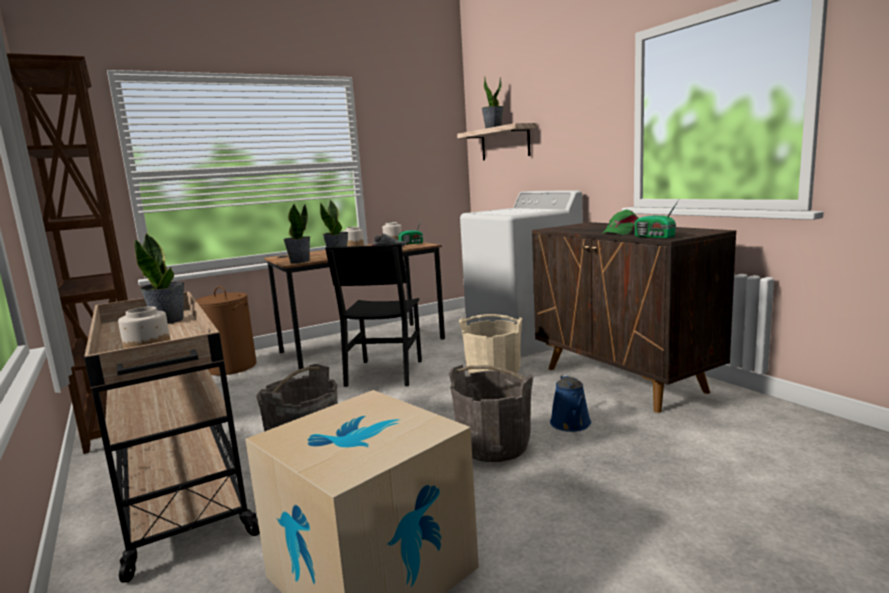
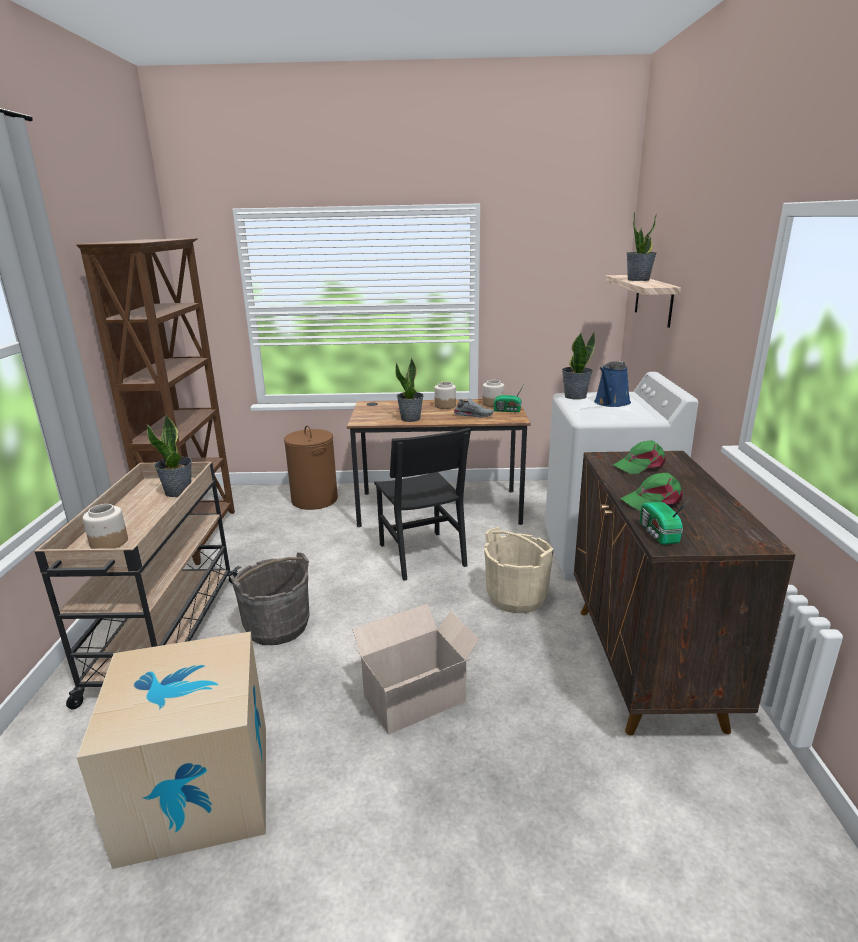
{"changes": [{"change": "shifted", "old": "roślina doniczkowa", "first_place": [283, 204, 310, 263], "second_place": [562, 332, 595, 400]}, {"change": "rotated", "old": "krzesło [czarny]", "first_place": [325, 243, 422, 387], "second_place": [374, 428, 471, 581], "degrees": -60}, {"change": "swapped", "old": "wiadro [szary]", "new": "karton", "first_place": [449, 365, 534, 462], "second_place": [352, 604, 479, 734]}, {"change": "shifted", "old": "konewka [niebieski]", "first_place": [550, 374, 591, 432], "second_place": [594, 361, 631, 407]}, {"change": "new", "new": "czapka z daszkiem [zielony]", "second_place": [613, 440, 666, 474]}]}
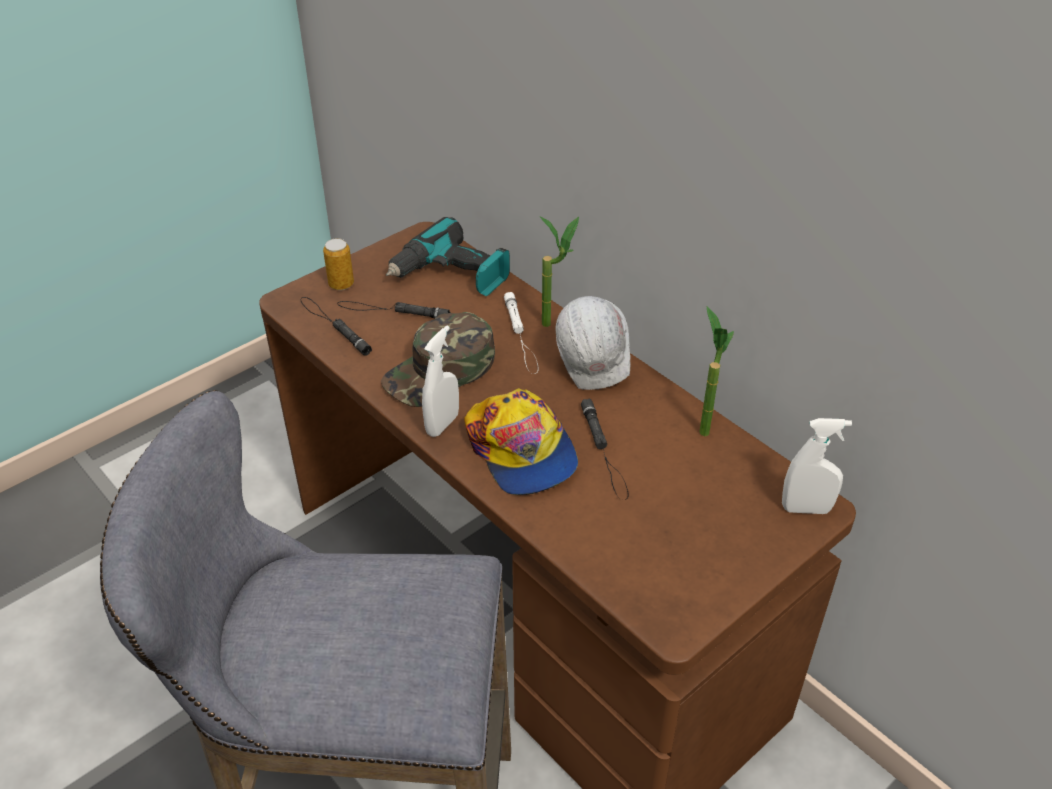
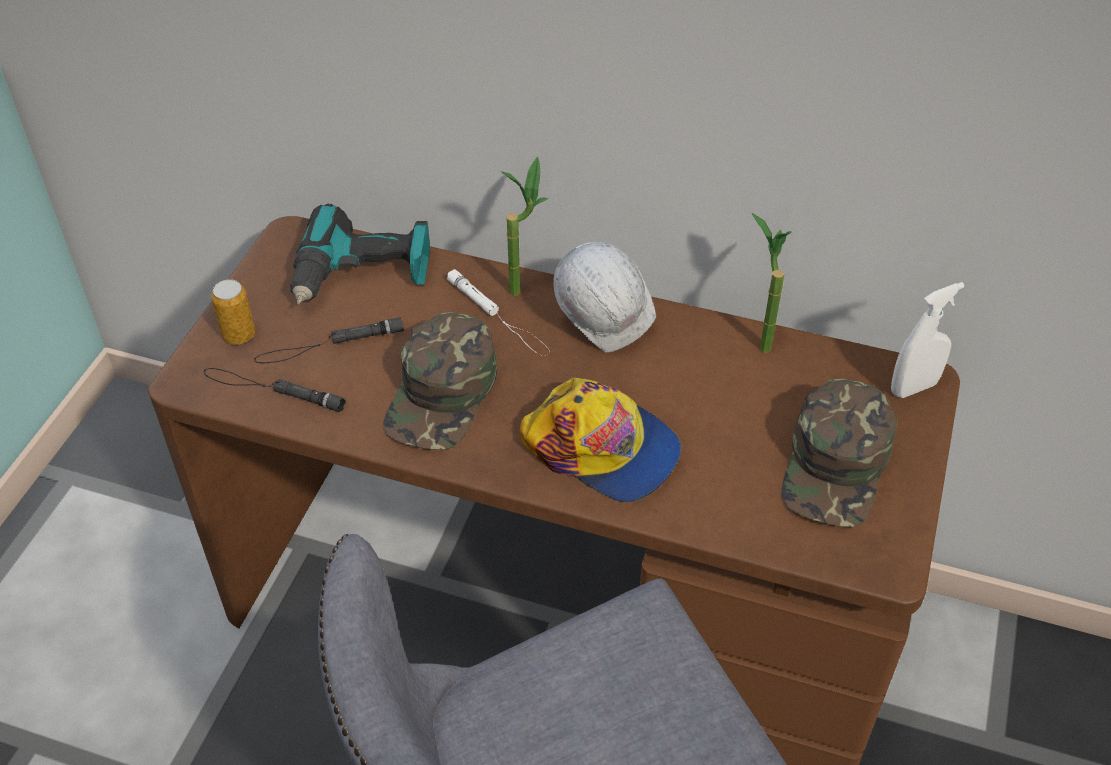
{"changes": [{"change": "gone", "old": "spryskiwacz [biały]", "first_place": [422, 326, 459, 437]}, {"change": "gone", "old": "latarka [czarny]", "first_place": [581, 399, 629, 500]}, {"change": "new", "new": "czapka z daszkiem [zielony]", "second_place": [781, 379, 897, 528]}]}
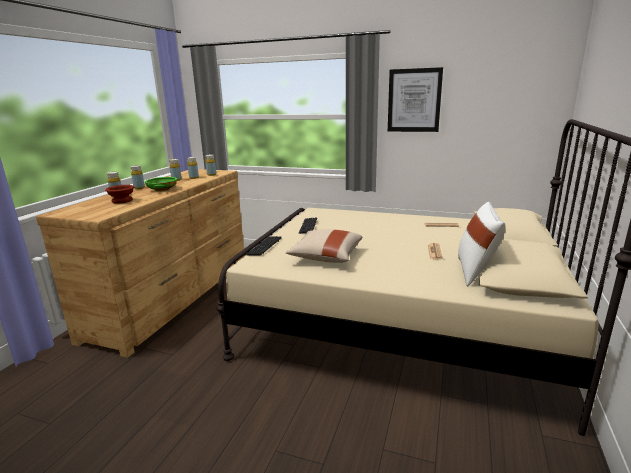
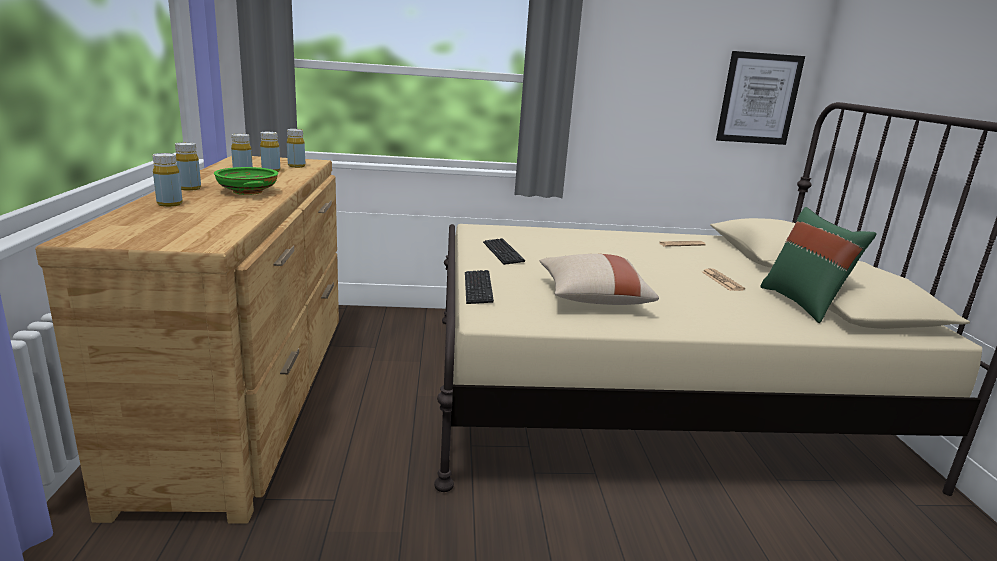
{"changes": [{"change": "gone", "old": "miska [brązowy]", "first_place": [105, 185, 134, 204]}, {"change": "shifted", "old": "obraz", "first_place": [388, 67, 443, 132], "second_place": [716, 51, 805, 145]}, {"change": "repainted", "old": "poduszka [biały]", "new": "poduszka [zielony]", "first_place": [458, 202, 505, 287], "second_place": [761, 207, 877, 323]}]}
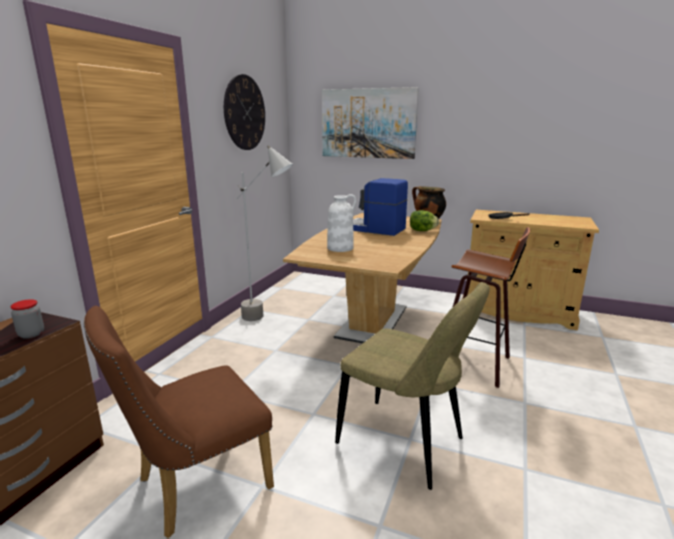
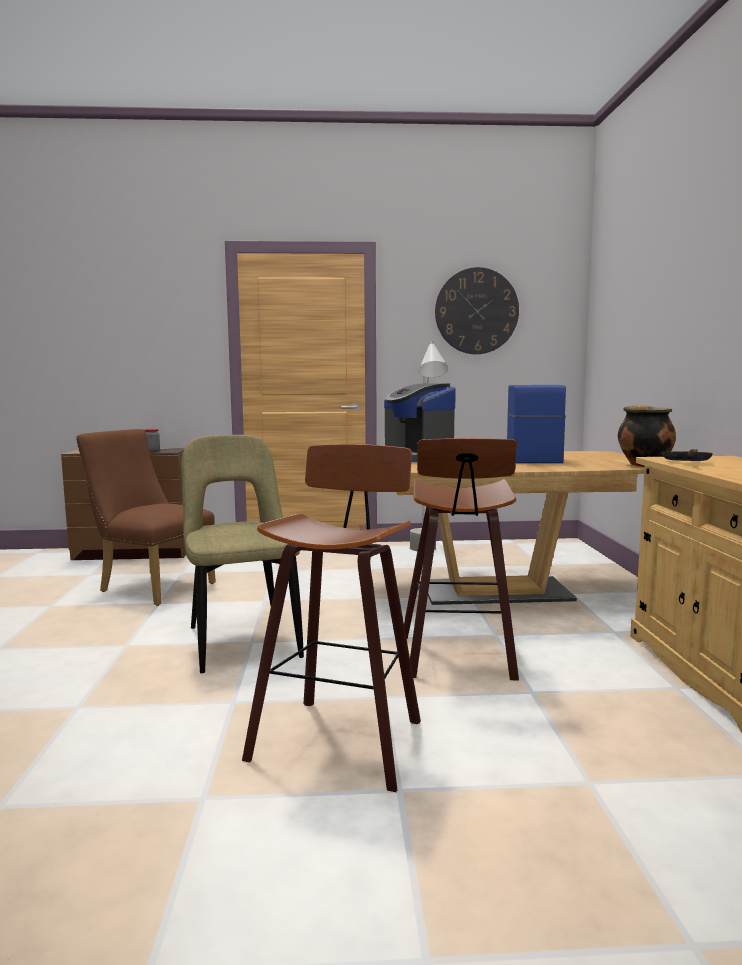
{"changes": [{"change": "gone", "old": "obraz", "first_place": [322, 87, 419, 159]}, {"change": "swapped", "old": "wazon [biały]", "new": "ekspres do kawy", "first_place": [327, 194, 356, 252], "second_place": [384, 383, 456, 462]}, {"change": "rotated", "old": "krzesło [beżowy]", "first_place": [335, 282, 490, 490], "second_place": [181, 435, 304, 673], "degrees": 150}, {"change": "gone", "old": "sałata", "first_place": [410, 210, 439, 231]}, {"change": "new", "new": "stołek", "second_place": [242, 444, 421, 792]}]}
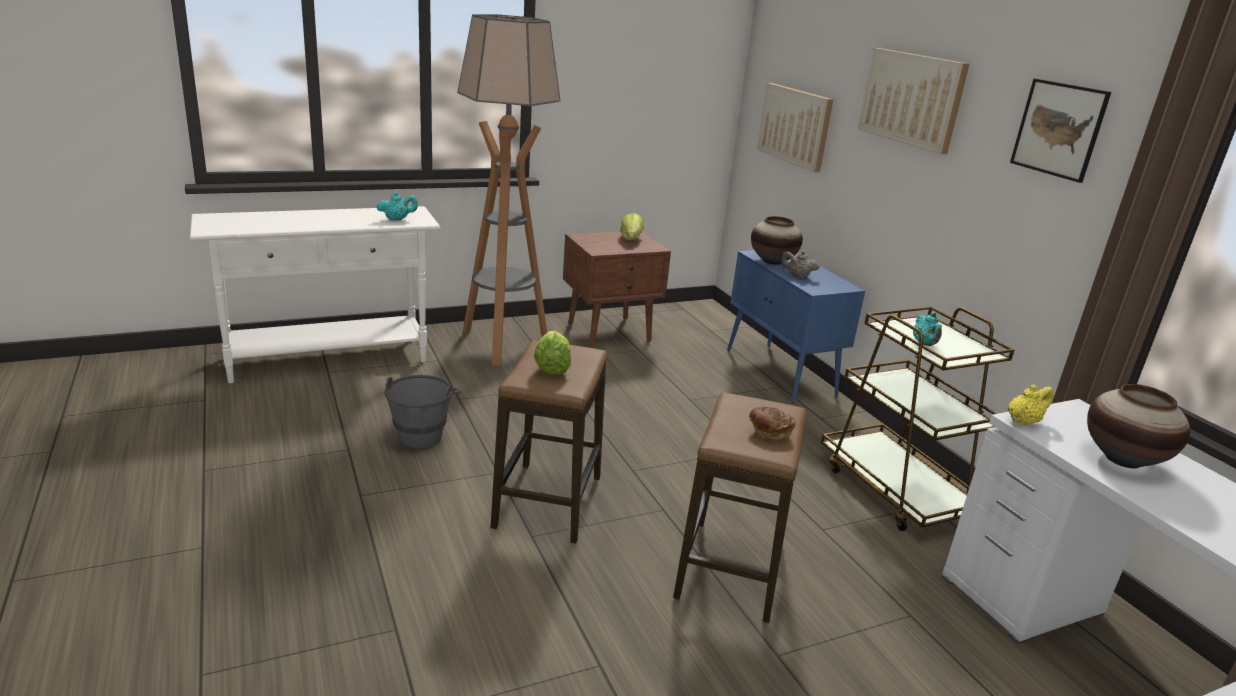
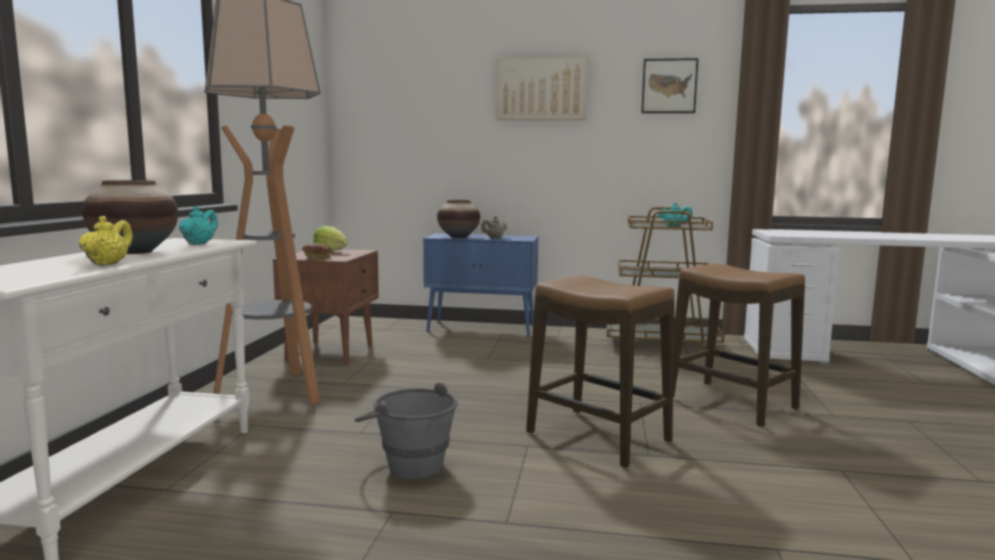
{"changes": [{"change": "gone", "old": "sałata", "first_place": [534, 331, 571, 375]}, {"change": "shifted", "old": "chleb", "first_place": [749, 407, 796, 441], "second_place": [302, 243, 331, 259]}, {"change": "gone", "old": "obraz", "first_place": [757, 83, 833, 172]}, {"change": "shifted", "old": "imbryk [żółty]", "first_place": [1008, 385, 1054, 425], "second_place": [79, 216, 133, 266]}, {"change": "shifted", "old": "wazon", "first_place": [1087, 384, 1190, 469], "second_place": [82, 180, 178, 254]}]}
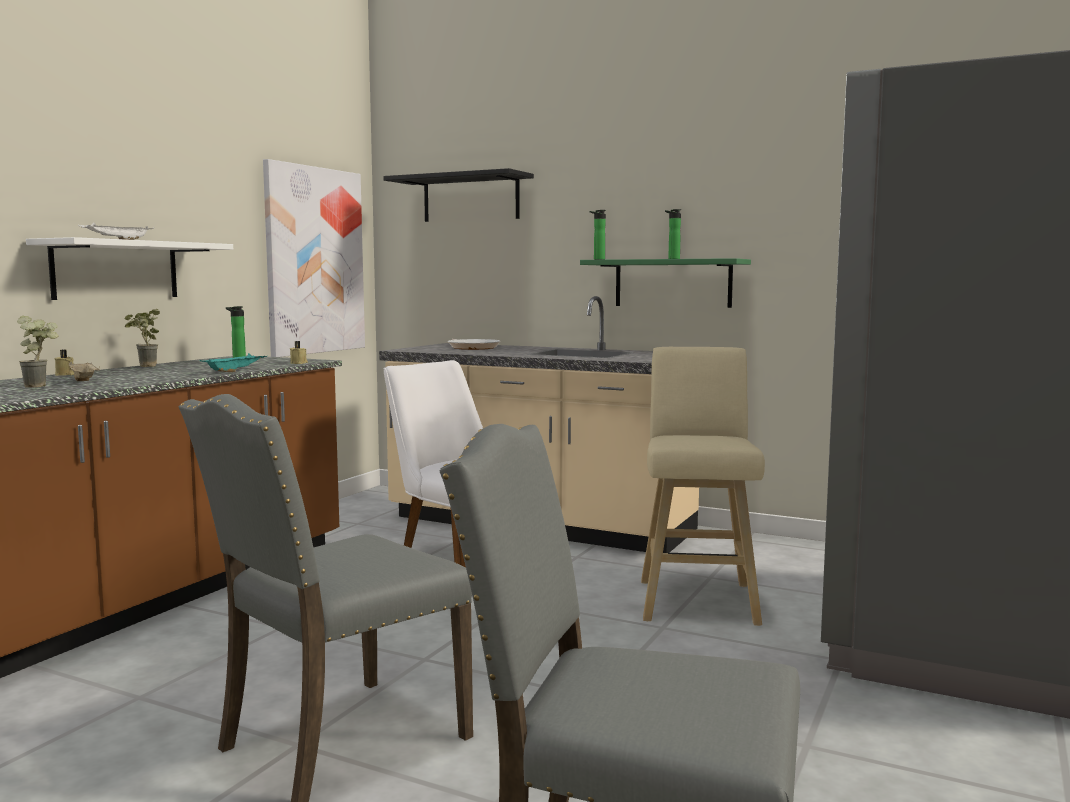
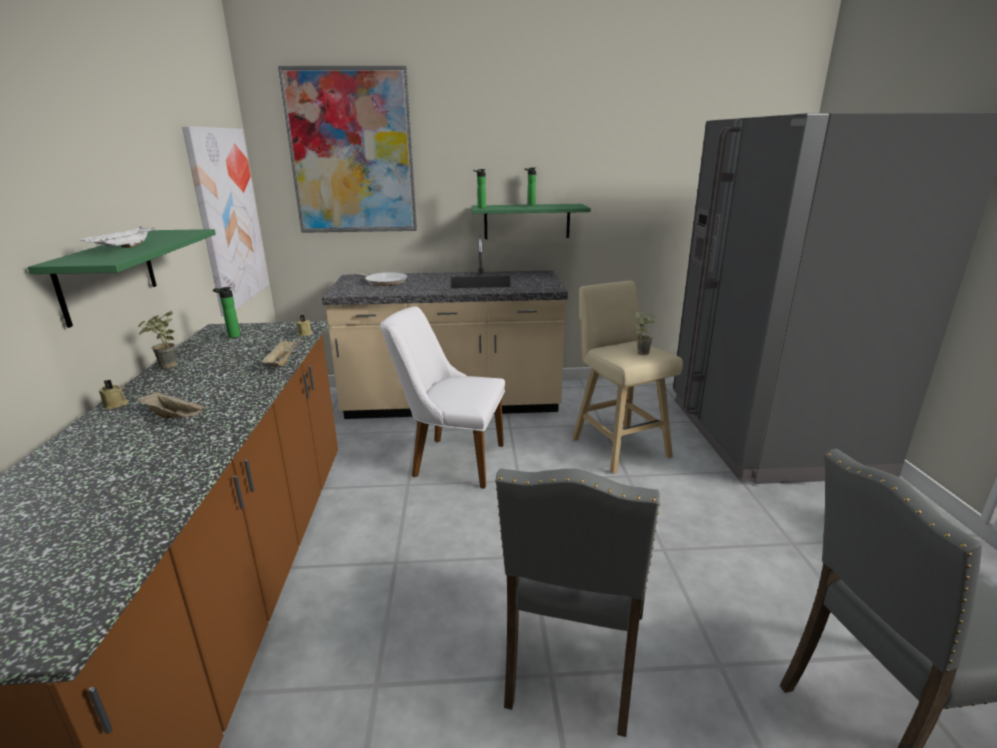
{"changes": [{"change": "shifted", "old": "roślina doniczkowa", "first_place": [17, 316, 59, 388], "second_place": [635, 311, 655, 355]}, {"change": "repainted", "old": "półka [biały]", "new": "półka [zielony]", "first_place": [26, 237, 233, 300], "second_place": [28, 229, 216, 328]}, {"change": "repainted", "old": "taca [turkusowy]", "new": "taca [beżowy]", "first_place": [200, 353, 267, 372], "second_place": [260, 340, 302, 367]}, {"change": "swapped", "old": "półka [czarny]", "new": "obraz", "first_place": [384, 168, 534, 222], "second_place": [278, 66, 417, 233]}]}
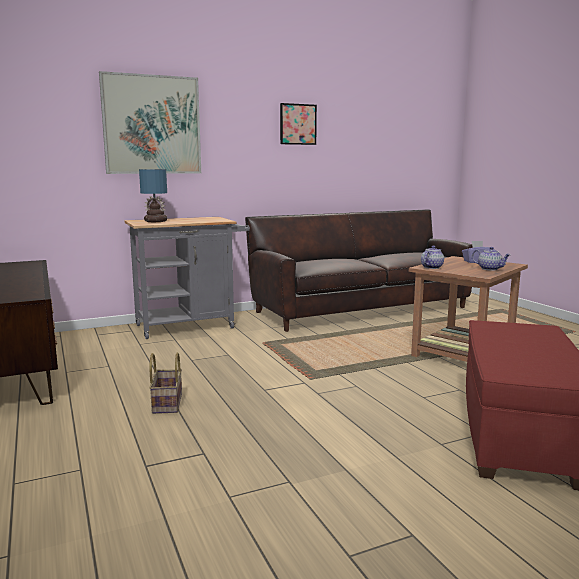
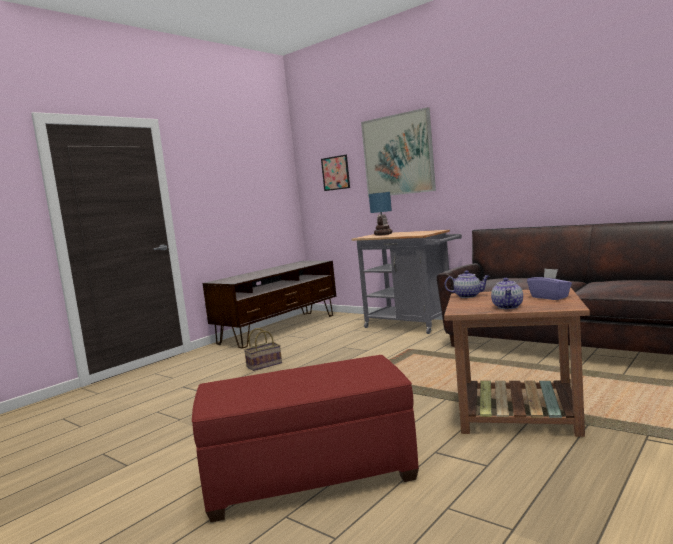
{"changes": [{"change": "shifted", "old": "obraz", "first_place": [280, 103, 317, 145], "second_place": [321, 155, 350, 191]}]}
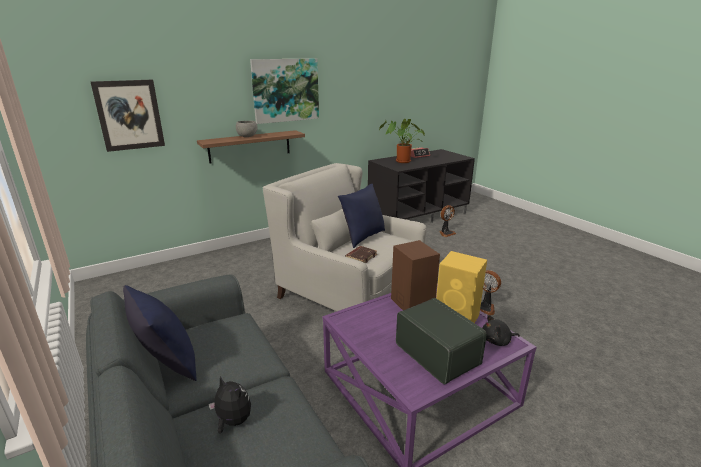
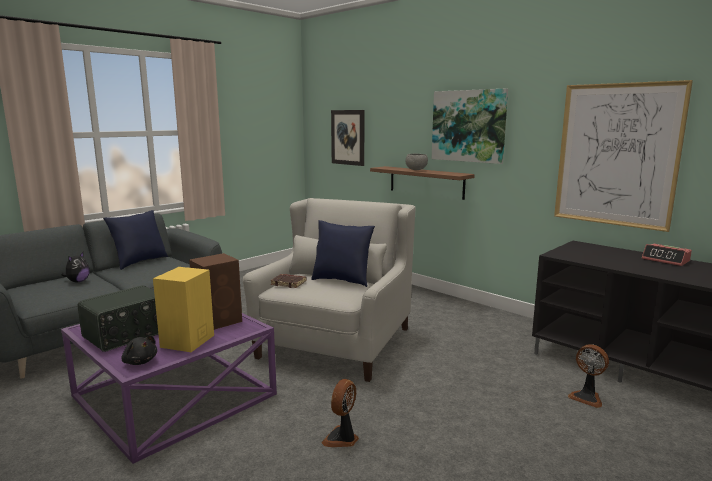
{"changes": [{"change": "gone", "old": "roślina doniczkowa", "first_place": [379, 119, 425, 163]}, {"change": "rotated", "old": "pluszak [czarny]", "first_place": [482, 315, 520, 346], "second_place": [121, 335, 157, 365], "degrees": 150}, {"change": "new", "new": "obraz", "second_place": [554, 80, 693, 232]}]}
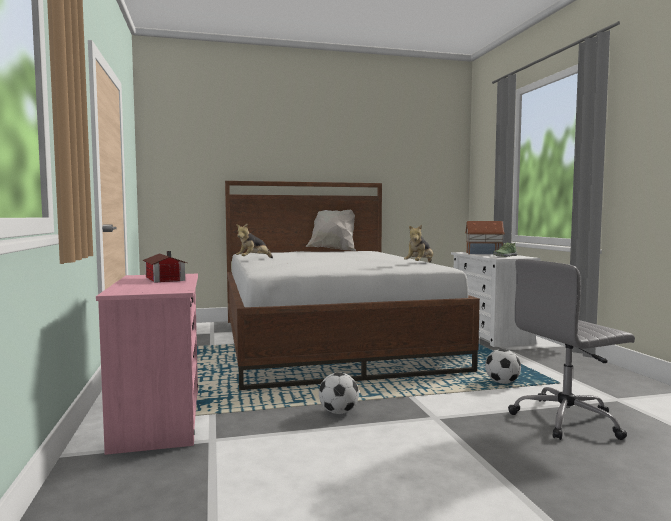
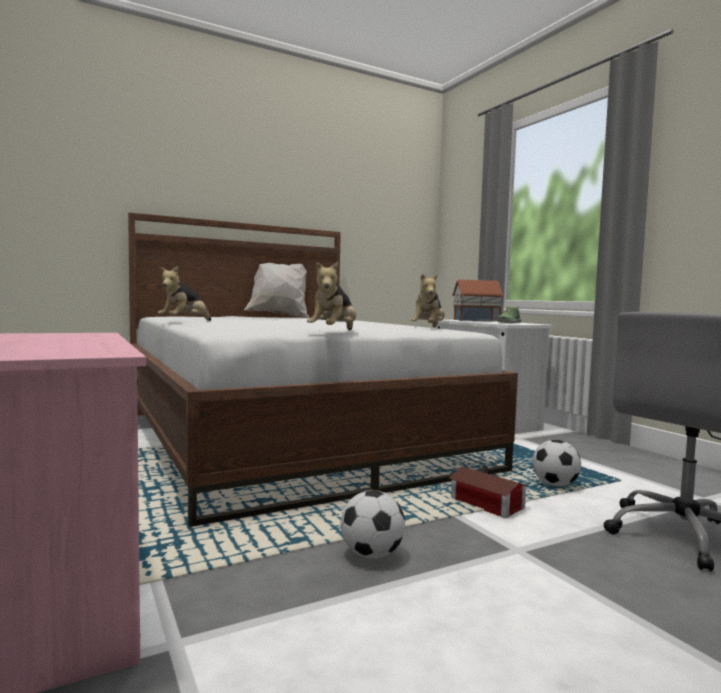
{"changes": [{"change": "shifted", "old": "domek", "first_place": [143, 251, 187, 283], "second_place": [449, 465, 528, 518]}, {"change": "new", "new": "pluszak", "second_place": [307, 262, 356, 330]}]}
